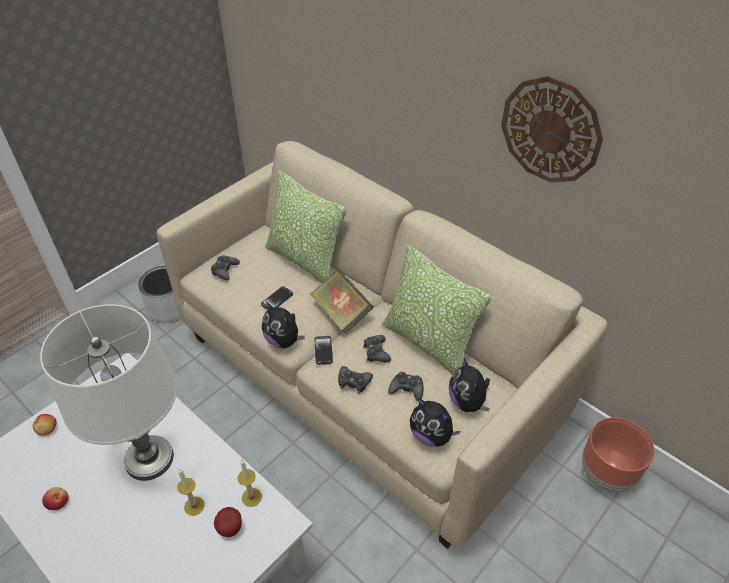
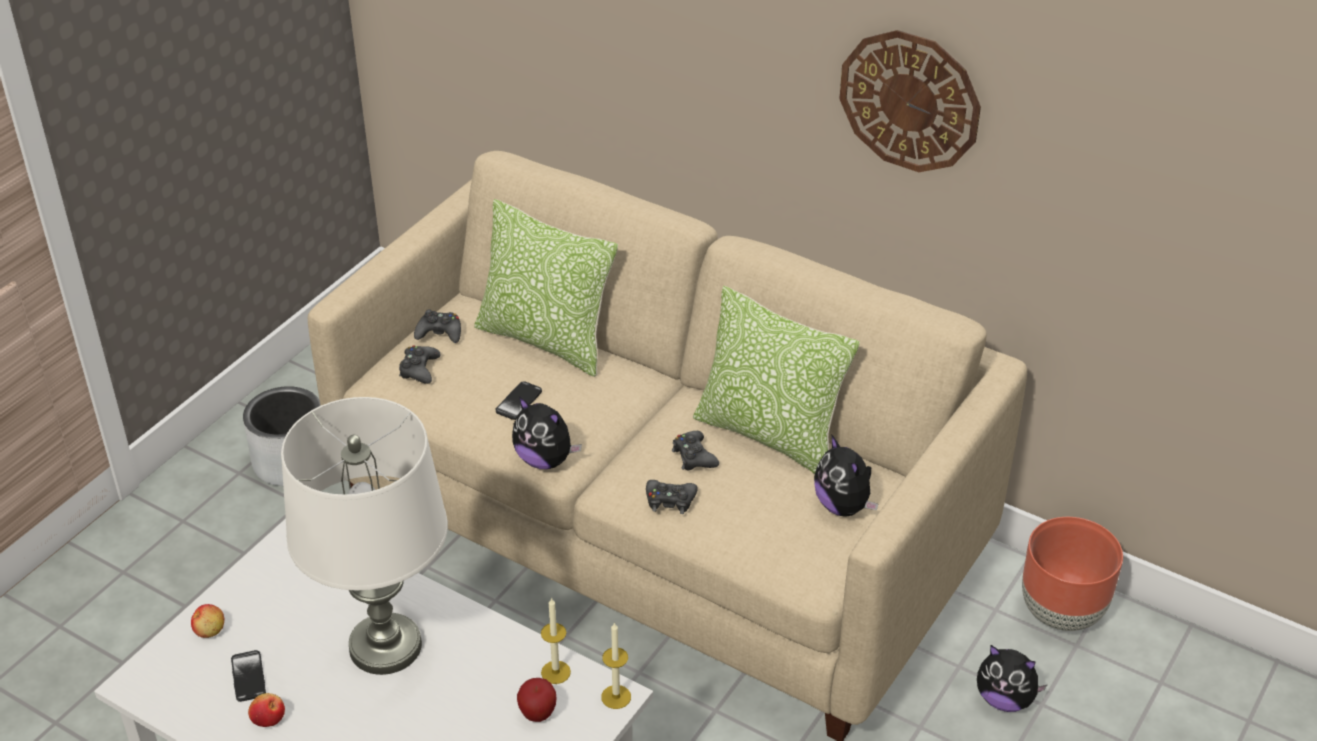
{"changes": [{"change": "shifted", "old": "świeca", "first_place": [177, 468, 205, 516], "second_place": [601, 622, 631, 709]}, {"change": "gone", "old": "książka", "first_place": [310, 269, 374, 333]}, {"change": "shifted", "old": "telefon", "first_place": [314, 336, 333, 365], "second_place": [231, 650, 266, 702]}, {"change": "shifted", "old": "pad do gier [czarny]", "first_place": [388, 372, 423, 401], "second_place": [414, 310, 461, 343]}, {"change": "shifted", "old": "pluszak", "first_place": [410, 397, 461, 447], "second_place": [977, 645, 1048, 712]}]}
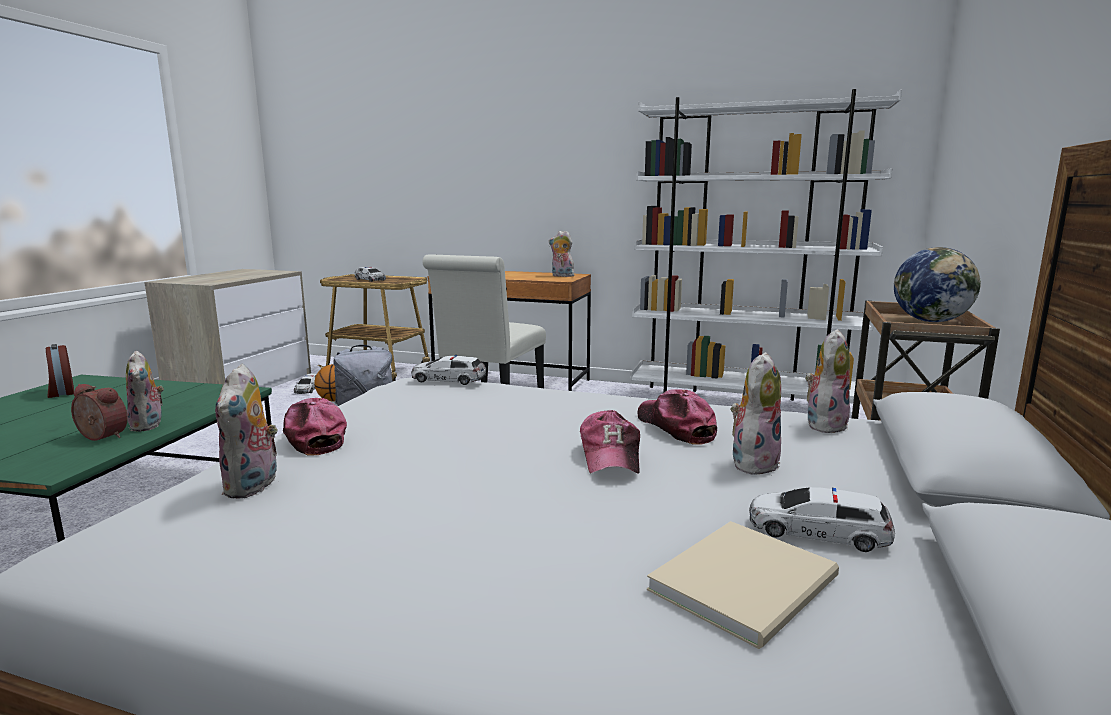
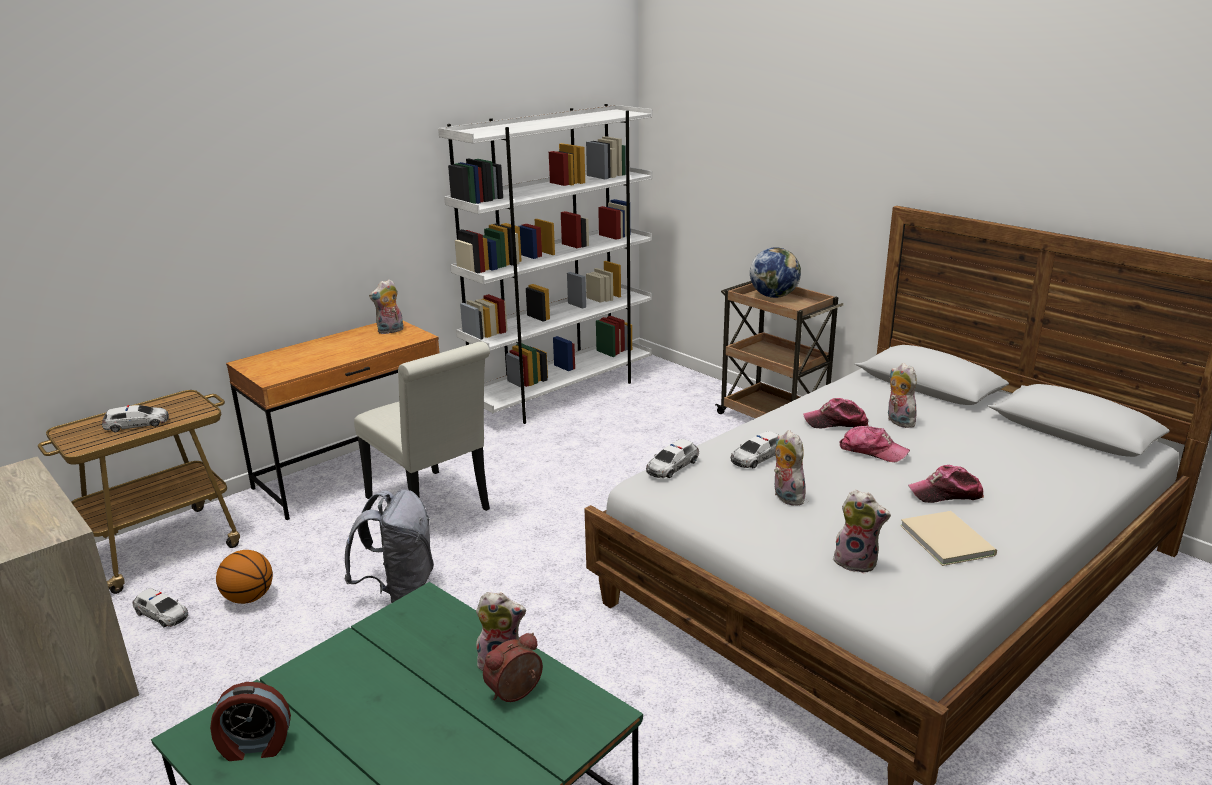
{"changes": [{"change": "shifted", "old": "czapka z daszkiem", "first_place": [283, 398, 347, 456], "second_place": [908, 465, 984, 503]}, {"change": "shifted", "old": "książka [beżowy]", "first_place": [647, 521, 839, 649], "second_place": [900, 511, 997, 566]}, {"change": "shifted", "old": "samochodzik", "first_place": [749, 487, 895, 552], "second_place": [731, 431, 778, 468]}, {"change": "shifted", "old": "pluszak", "first_place": [805, 329, 850, 433], "second_place": [774, 430, 806, 506]}]}
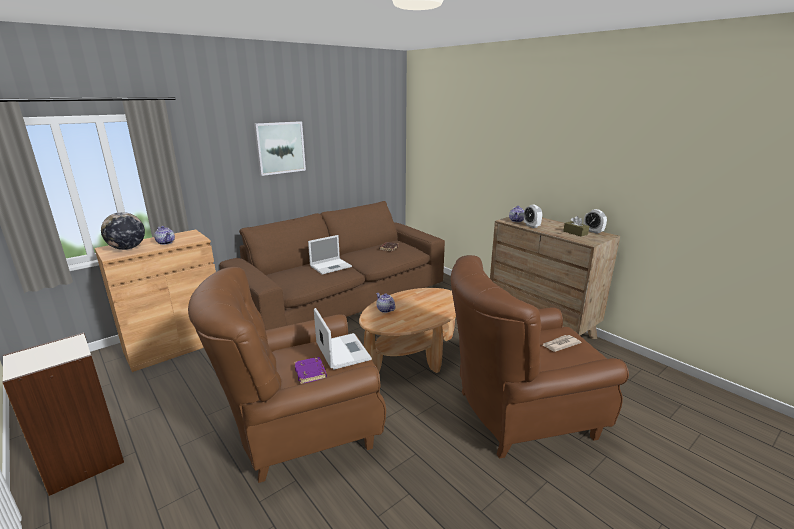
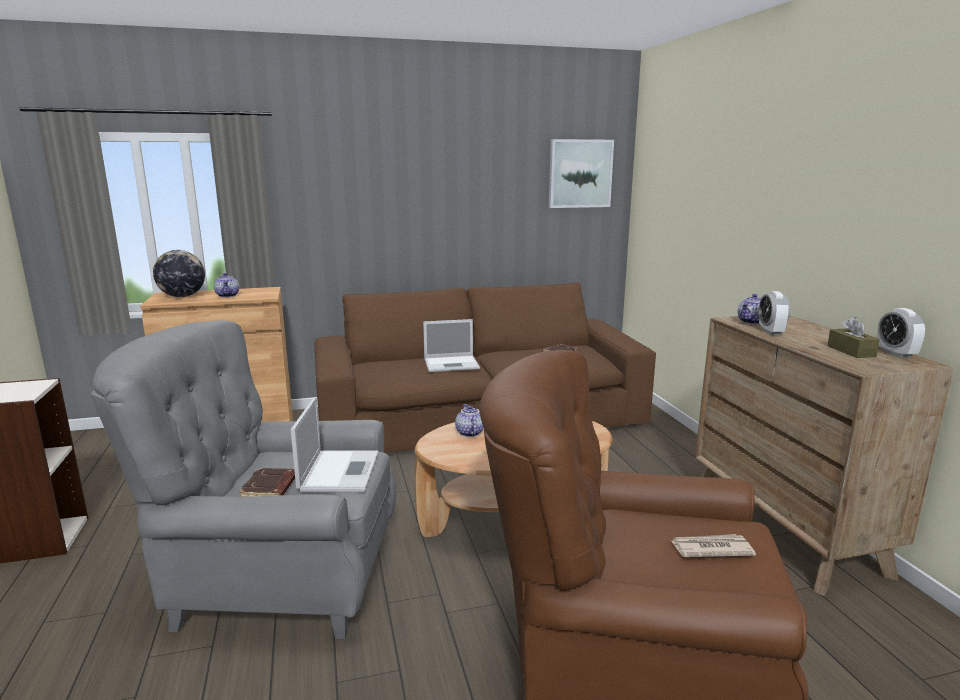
{"changes": [{"change": "repainted", "old": "fotel [brązowy]", "new": "fotel [szary]", "first_place": [188, 267, 386, 483], "second_place": [91, 320, 396, 639]}, {"change": "shifted", "old": "obraz", "first_place": [254, 121, 306, 176], "second_place": [549, 139, 614, 208]}, {"change": "repainted", "old": "książka [fioletowy]", "new": "książka [brązowy]", "first_place": [294, 357, 327, 384], "second_place": [239, 468, 295, 497]}]}
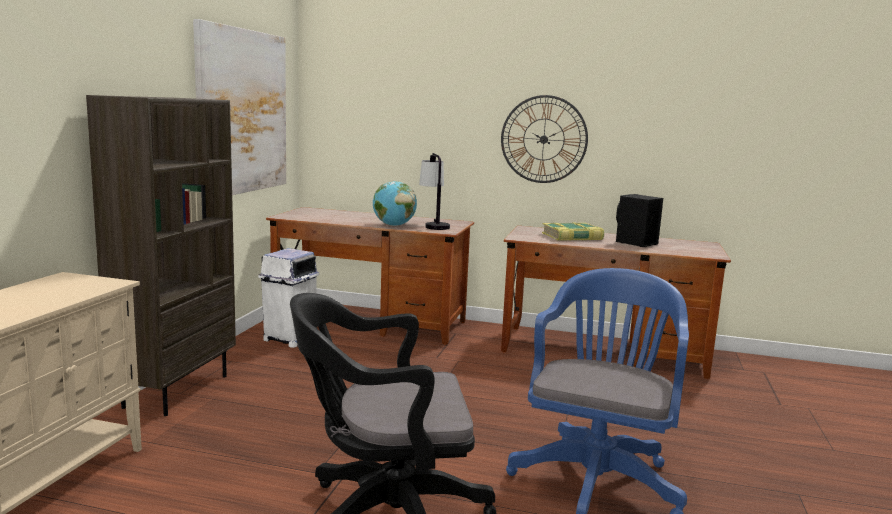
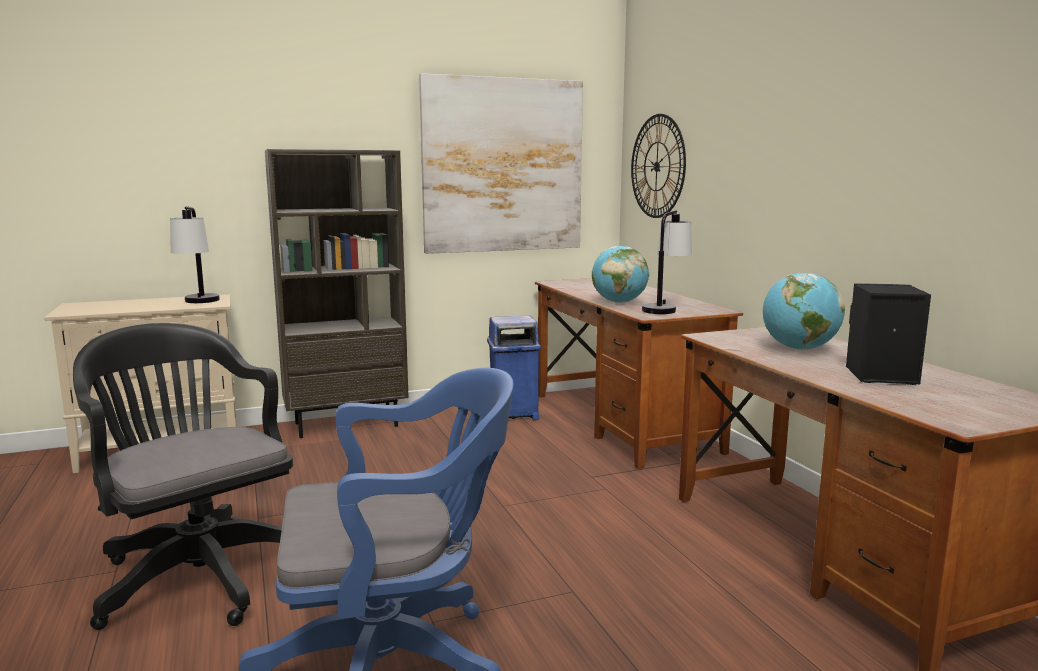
{"changes": [{"change": "repainted", "old": "kosz na śmieci [biały]", "new": "kosz na śmieci [niebieski]", "first_place": [258, 248, 319, 348], "second_place": [487, 315, 541, 420]}, {"change": "shifted", "old": "zegar ścienny", "first_place": [501, 95, 588, 183], "second_place": [631, 114, 686, 218]}, {"change": "swapped", "old": "książka", "new": "globus", "first_place": [542, 223, 604, 241], "second_place": [763, 273, 845, 350]}, {"change": "new", "new": "lampa stołowa", "second_place": [170, 206, 219, 303]}]}
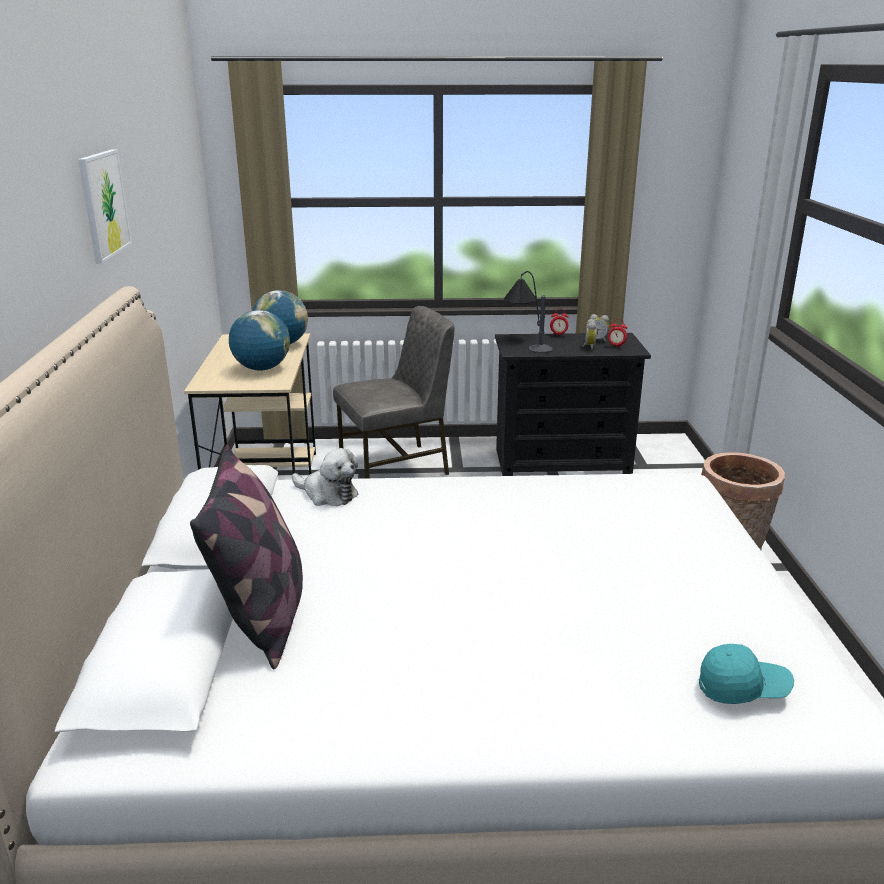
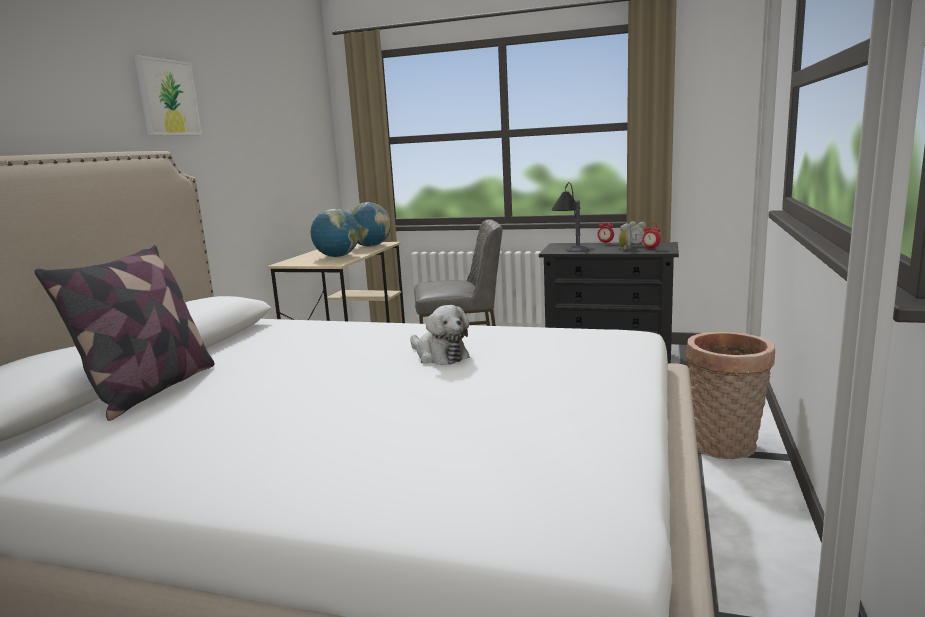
{"changes": [{"change": "shifted", "old": "pluszak", "first_place": [292, 448, 359, 506], "second_place": [410, 305, 470, 365]}, {"change": "gone", "old": "czapka z daszkiem [turkusowy]", "first_place": [699, 644, 794, 704]}]}
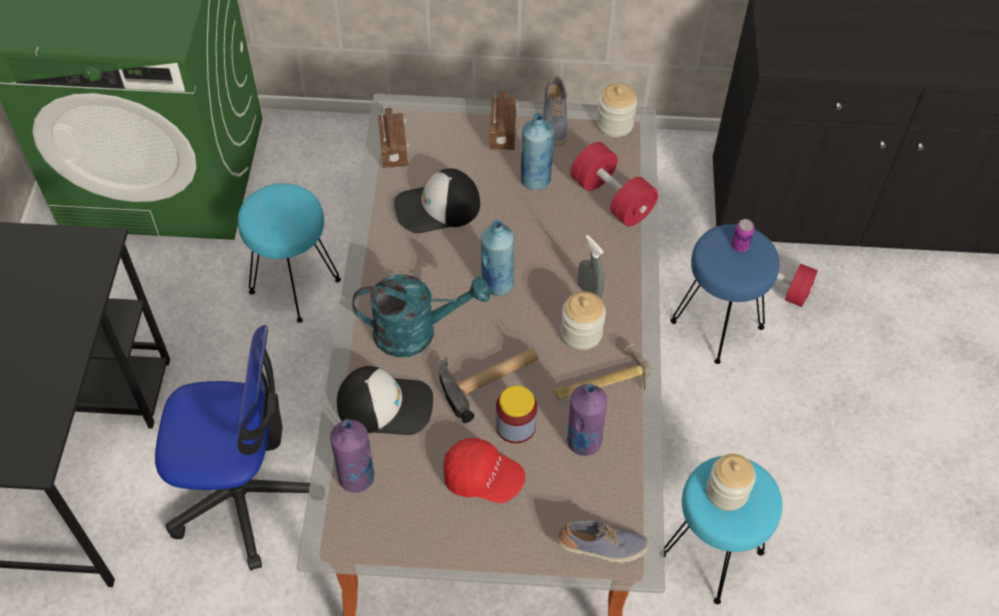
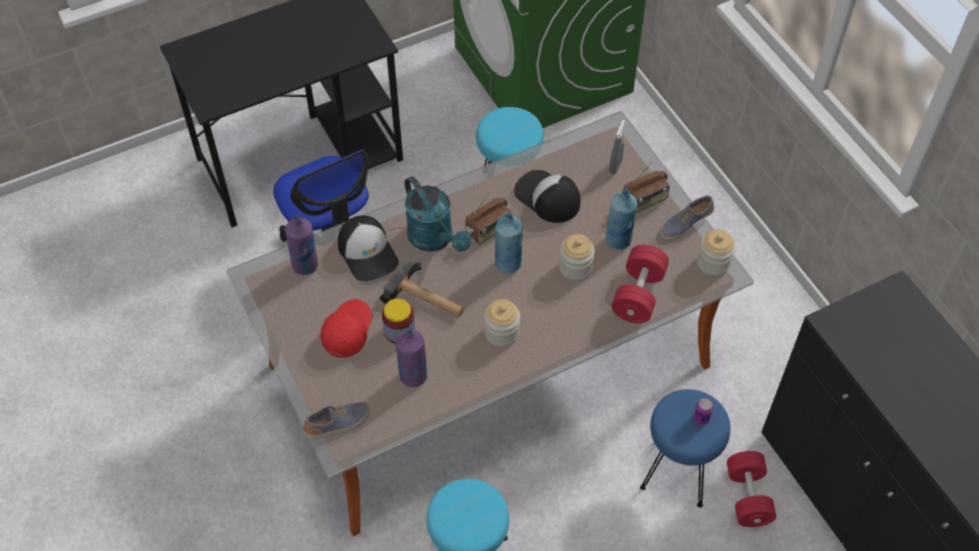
{"changes": [{"change": "shifted", "old": "radio", "first_place": [378, 105, 409, 168], "second_place": [465, 190, 511, 245]}, {"change": "rotated", "old": "czapka z daszkiem [czerwony]", "first_place": [443, 438, 525, 503], "second_place": [320, 299, 373, 358], "degrees": -150}, {"change": "gone", "old": "młotek", "first_place": [554, 344, 652, 400]}, {"change": "rotated", "old": "but", "first_place": [557, 520, 649, 563], "second_place": [303, 402, 370, 439], "degrees": -90}, {"change": "shifted", "old": "spryskiwacz [szary]", "first_place": [578, 235, 605, 299], "second_place": [609, 120, 625, 174]}, {"change": "shifted", "old": "słoik", "first_place": [706, 454, 756, 511], "second_place": [559, 234, 595, 281]}]}
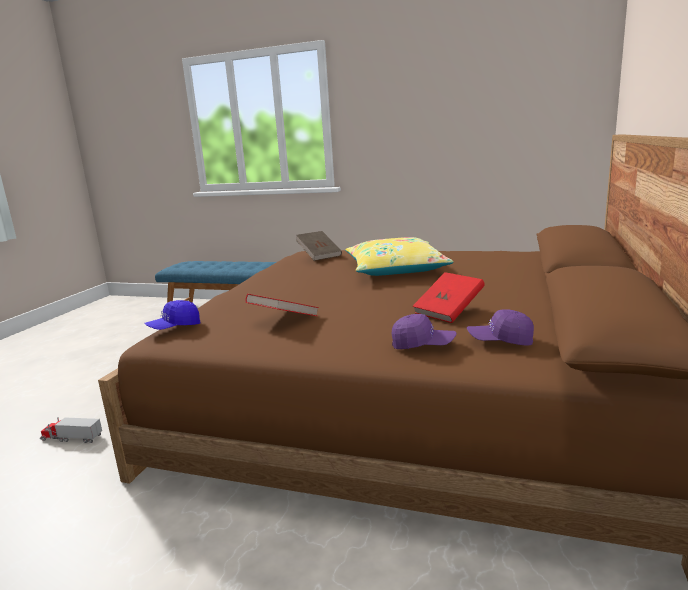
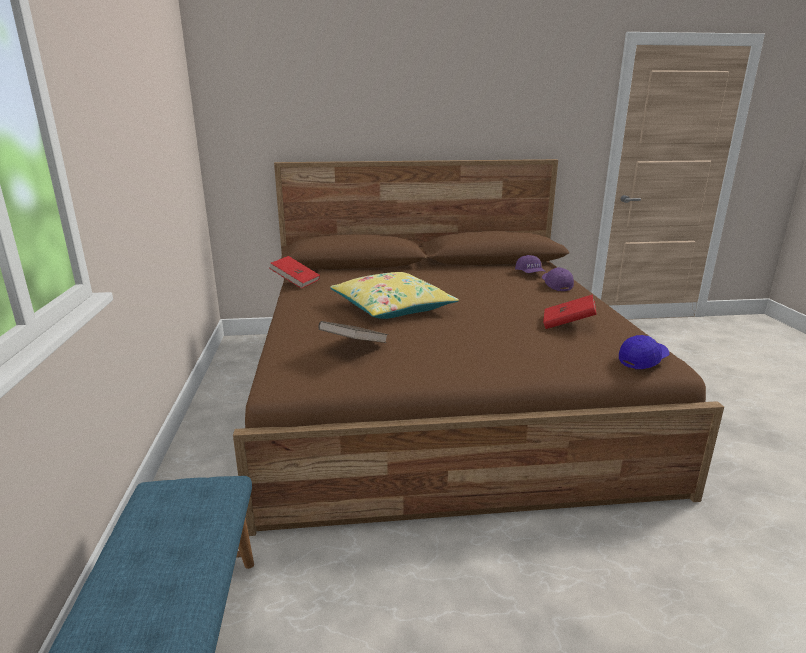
{"changes": [{"change": "gone", "old": "ciężarówka zabawkowa", "first_place": [40, 417, 102, 443]}, {"change": "rotated", "old": "czapka z daszkiem [niebieski]", "first_place": [144, 300, 201, 330], "second_place": [619, 335, 670, 369], "degrees": -60}, {"change": "shifted", "old": "książka [czerwony]", "first_place": [412, 272, 485, 323], "second_place": [269, 256, 320, 289]}]}
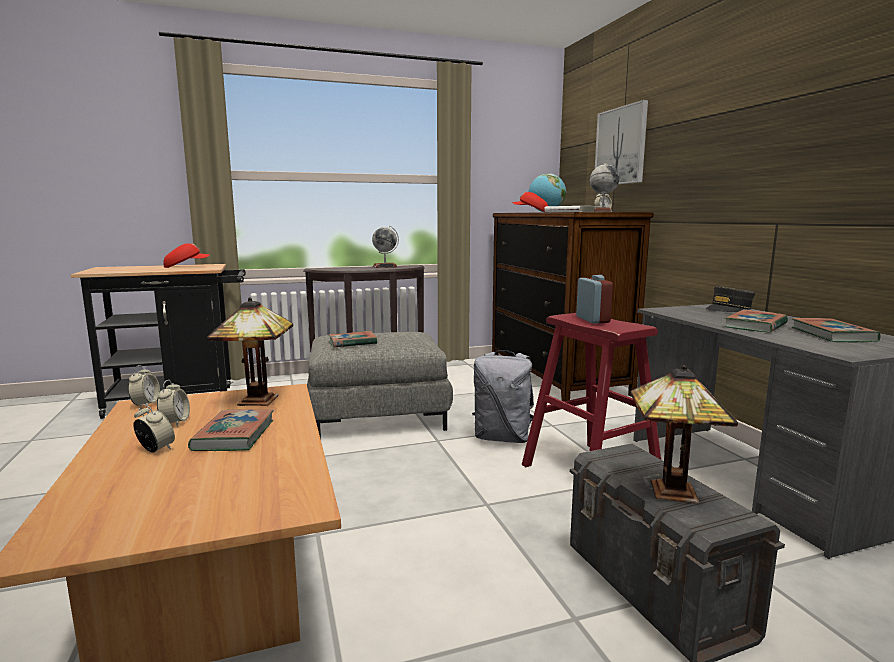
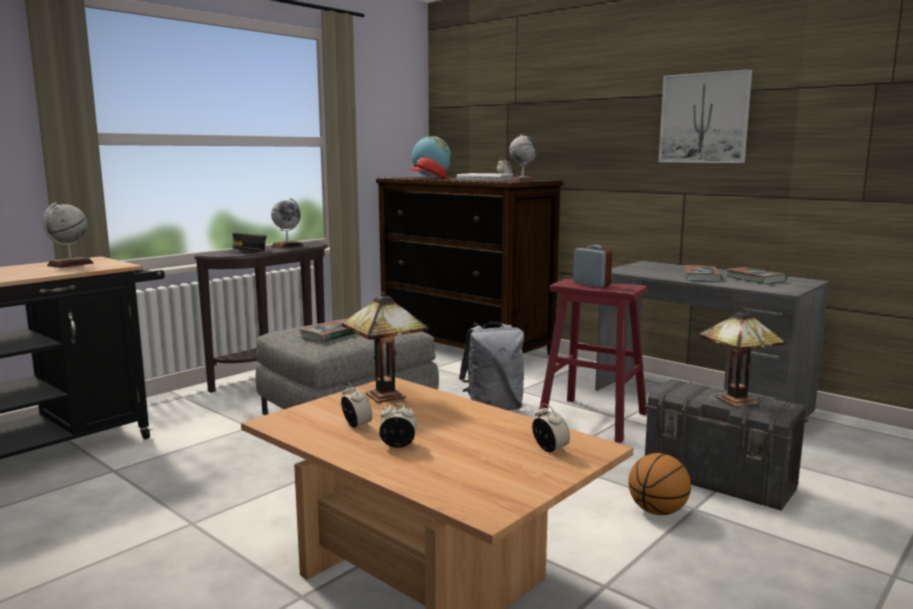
{"changes": [{"change": "shifted", "old": "budzik", "first_place": [128, 365, 160, 408], "second_place": [532, 404, 570, 452]}, {"change": "swapped", "old": "czapka z daszkiem [czerwony]", "new": "globus", "first_place": [163, 243, 210, 268], "second_place": [43, 202, 94, 268]}, {"change": "gone", "old": "książka", "first_place": [188, 409, 274, 451]}, {"change": "shifted", "old": "obraz", "first_place": [595, 100, 648, 184], "second_place": [659, 69, 752, 163]}, {"change": "shifted", "old": "czapka z daszkiem [szary]", "first_place": [706, 286, 755, 312], "second_place": [226, 233, 267, 254]}, {"change": "new", "new": "piłka do koszykówki", "second_place": [628, 453, 691, 515]}]}
